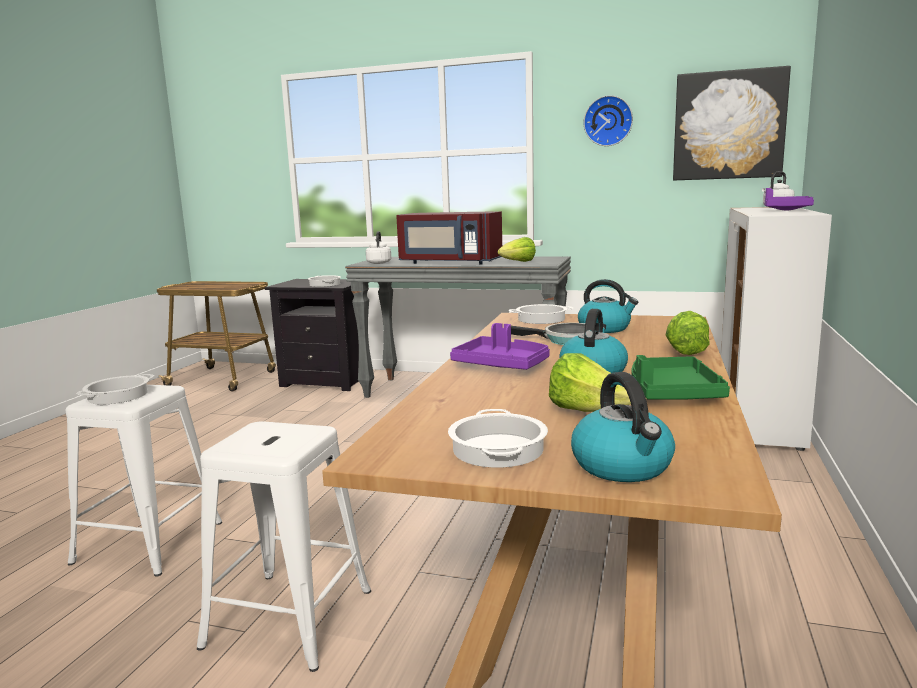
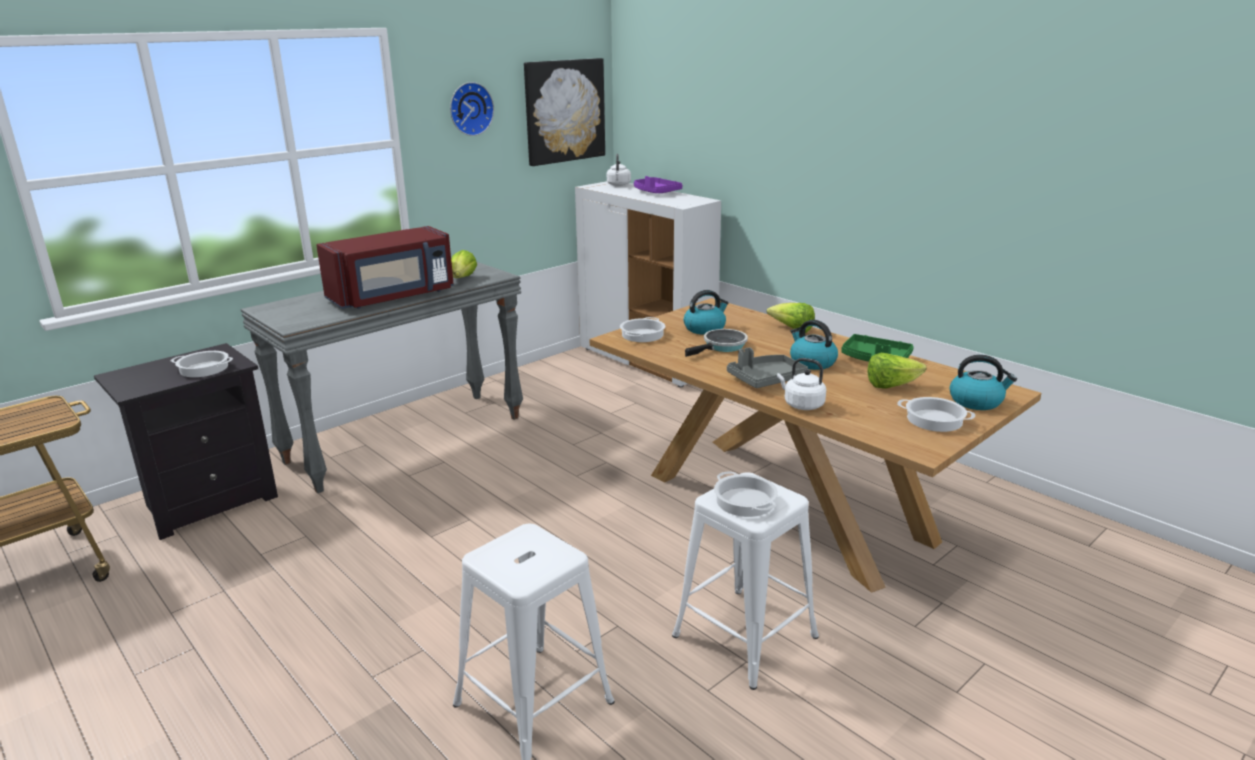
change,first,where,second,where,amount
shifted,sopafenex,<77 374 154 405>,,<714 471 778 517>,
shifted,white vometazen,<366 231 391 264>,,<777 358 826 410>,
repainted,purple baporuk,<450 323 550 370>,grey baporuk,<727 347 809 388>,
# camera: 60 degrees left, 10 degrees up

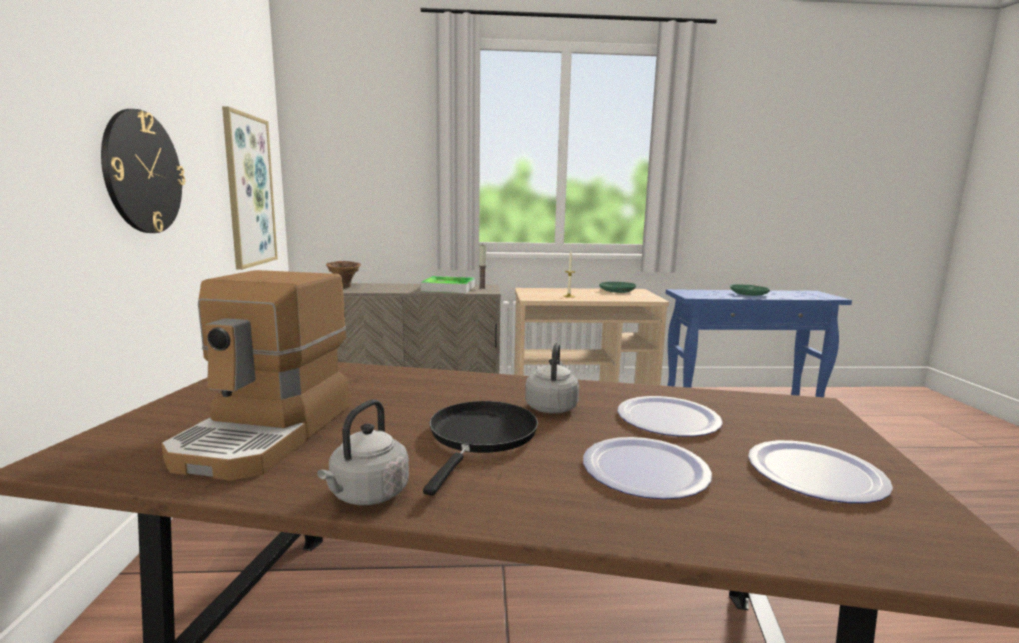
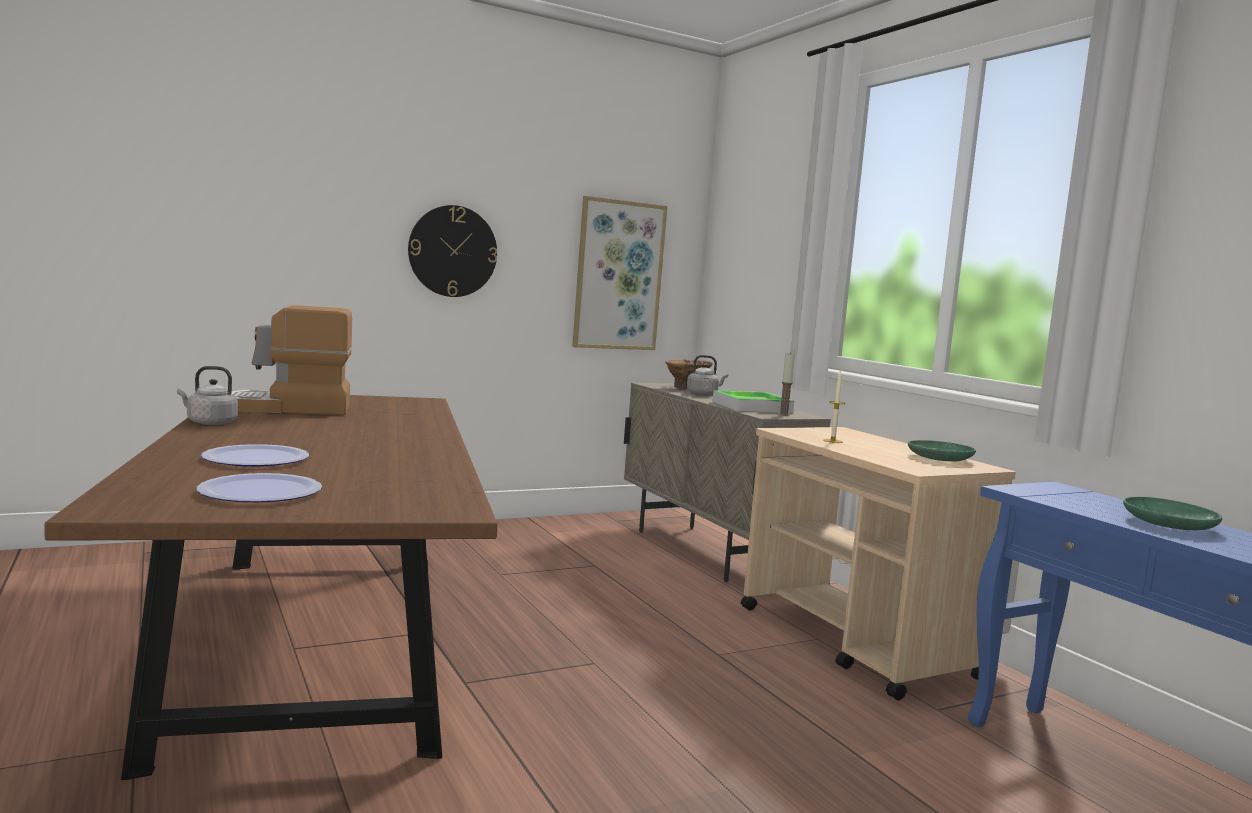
change,first,where,second,where,amount
gone,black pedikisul,<423 401 538 496>,,,
shifted,grey vometazen,<525 343 579 413>,,<687 355 728 395>,
gone,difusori,<618 396 723 437>,,,
# camera: 65 degrees right, 5 degrees down

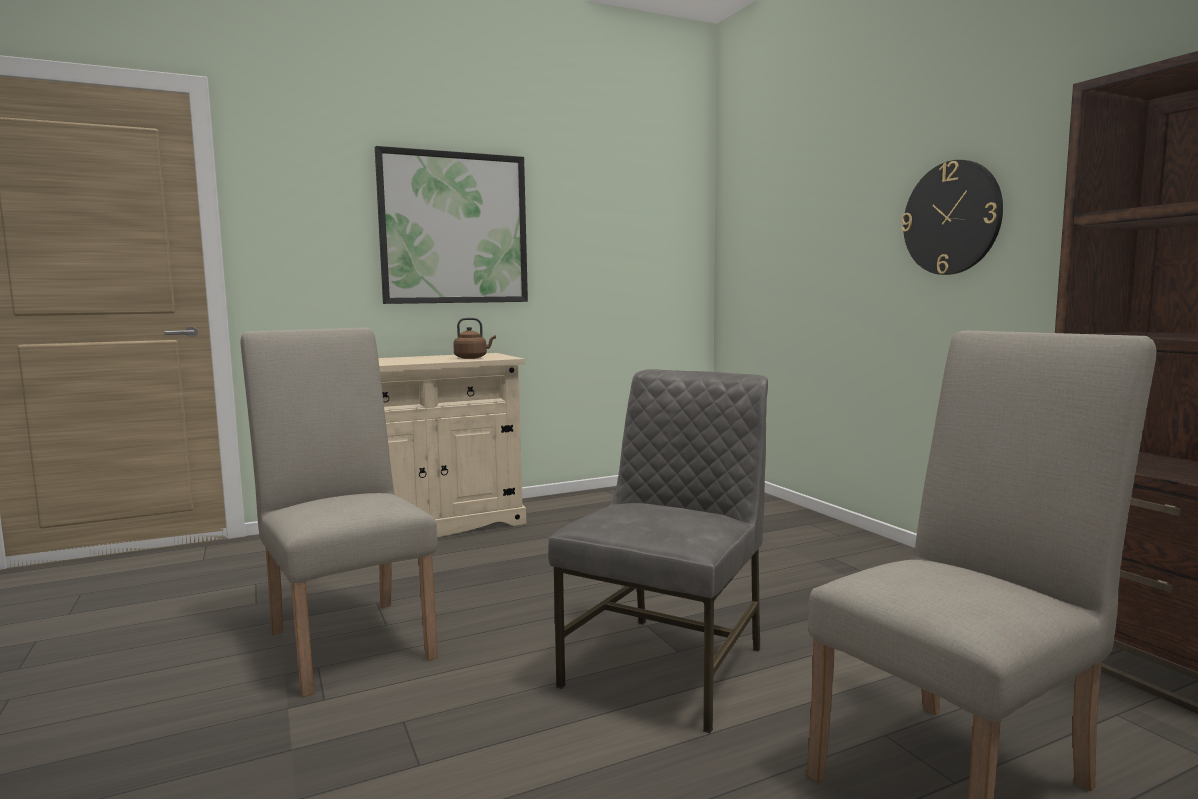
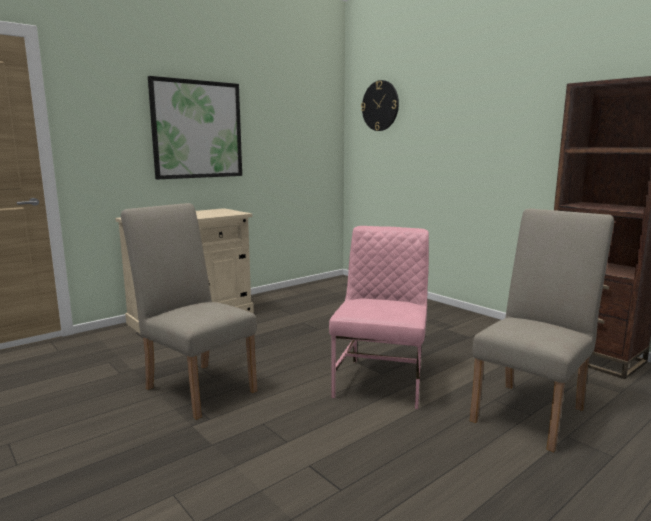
change,first,where,second,where,amount
gone,brown vometazen,<453 317 496 359>,,,
repainted,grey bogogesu,<548 369 768 733>,pink bogogesu,<329 226 429 409>,
shifted,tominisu,<901 160 1003 275>,,<361 80 399 131>,
# camera: 15 degrees left, 5 degrees up

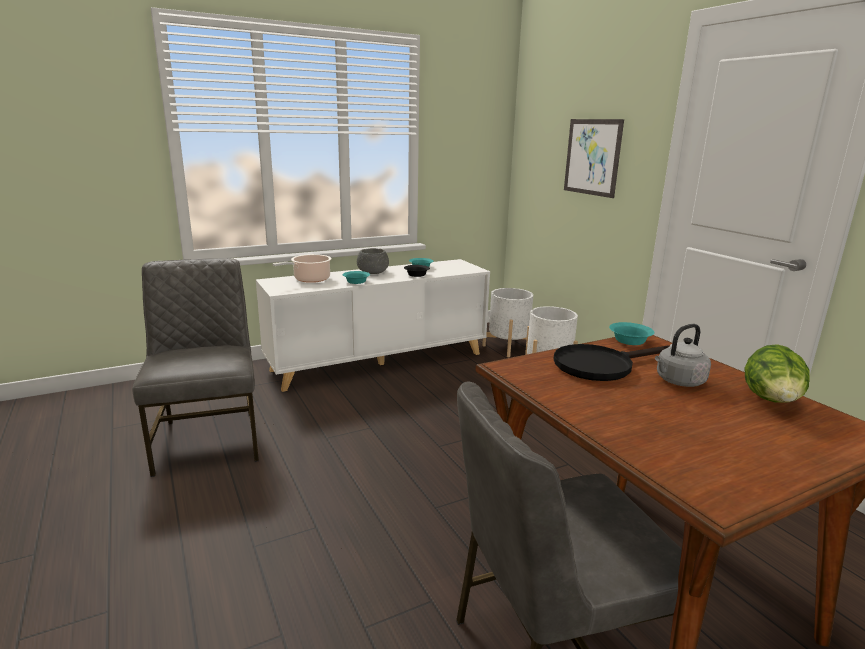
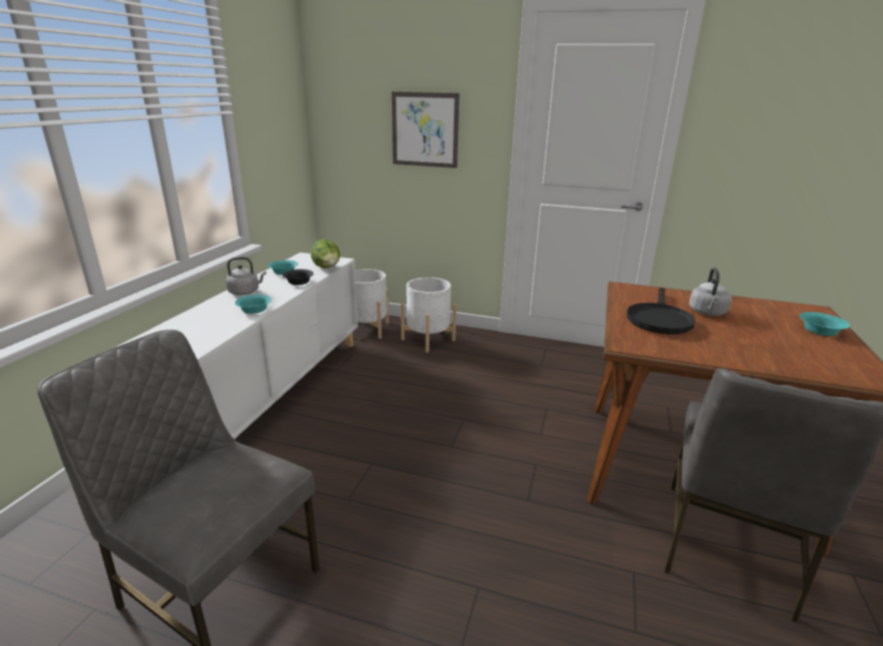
change,first,where,second,where,amount
gone,sopafenex,<272 254 331 283>,,,
swapped,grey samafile,<357 248 389 274>,grey vometazen,<226 257 266 295>,
shifted,turquoise samafile,<609 322 654 345>,,<800 312 850 336>,
shifted,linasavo,<744 344 810 403>,,<311 239 340 268>,
# camera: 45 degrees left, 5 degrees up

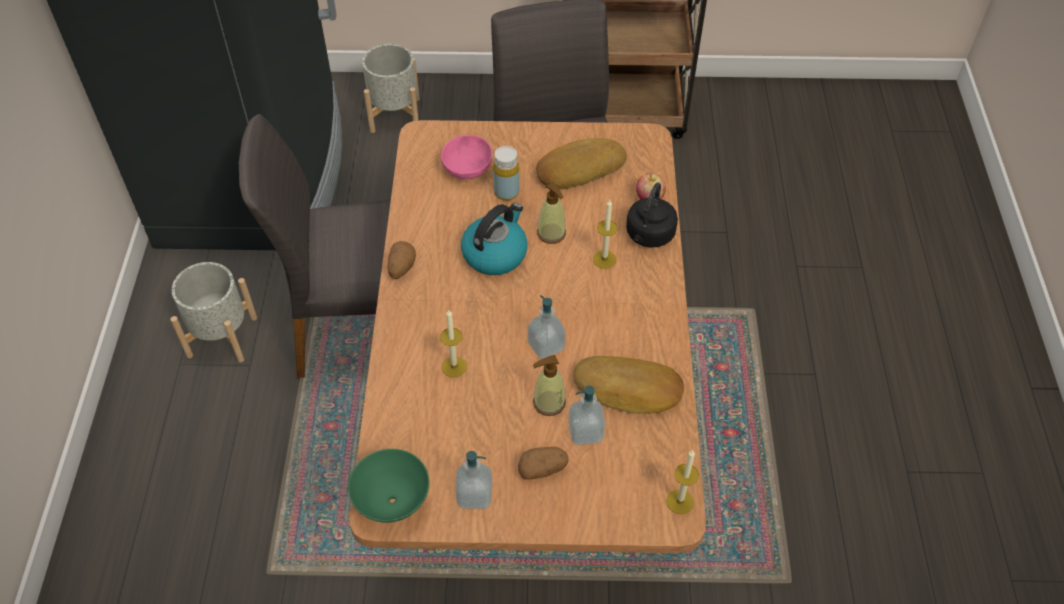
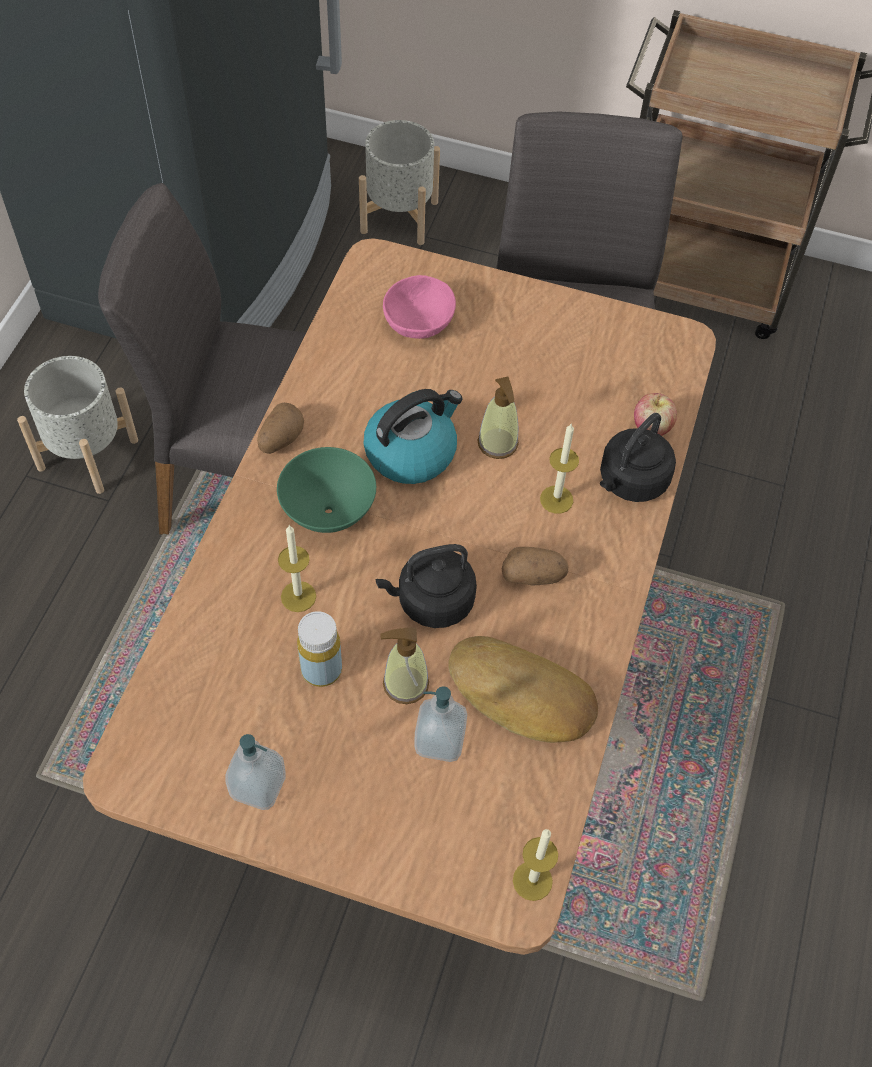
change,first,where,second,where,amount
shifted,green samafile,<348 449 429 523>,,<277 447 376 533>,
shifted,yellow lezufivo,<493 146 519 201>,,<297 611 342 687>,
shifted,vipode,<518 447 569 480>,,<502 547 568 585>,
swapped,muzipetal,<527 295 566 359>,black vometazen,<376 544 477 628>,
gone,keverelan,<536 138 627 189>,,,
# camera: 15 degrees right, 5 degrees up

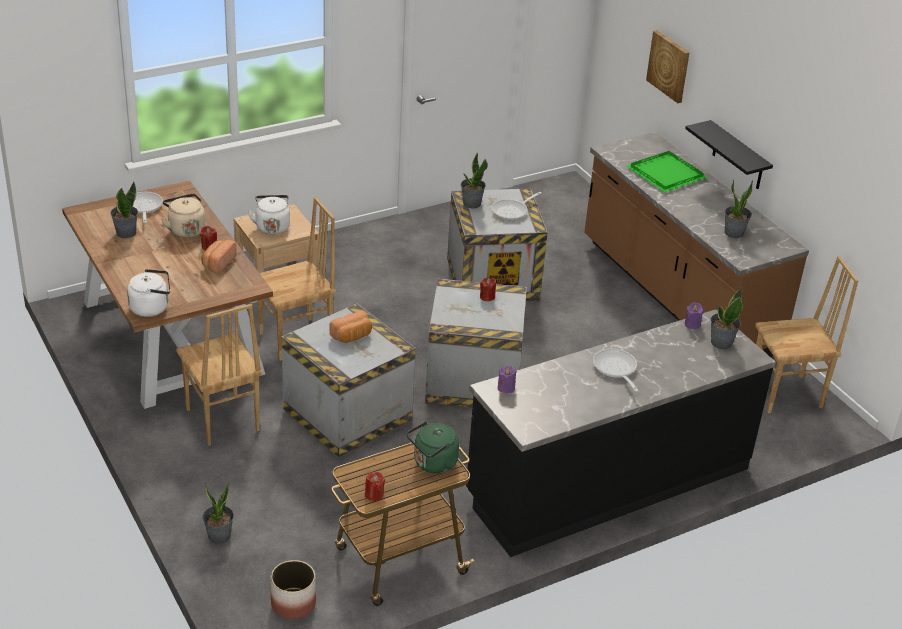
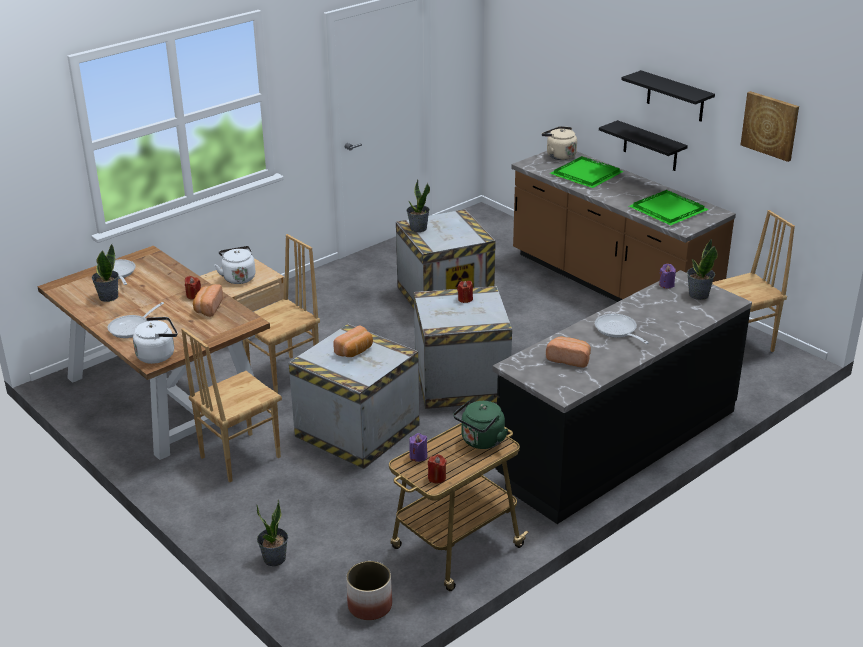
change,first,where,second,where,amount
shifted,beige vometazen,<161 193 205 238>,,<542 126 577 160>,
rotated,brown bogogesu,<176 304 262 446>,,<181 328 282 482>,90 degrees clockwise
shifted,pedikisul,<491 192 542 220>,,<108 302 164 338>,
shifted,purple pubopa,<498 366 517 393>,,<409 433 427 462>,
shifted,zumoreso,<646 30 689 103>,,<741 91 799 162>,
swapped,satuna,<725 180 753 238>,green baporuk,<629 190 709 225>,
new,,,keverelan,<546 336 591 367>,
new,,,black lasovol,<621 70 715 122>,
# camera: 10 degrees left, 5 degrees down

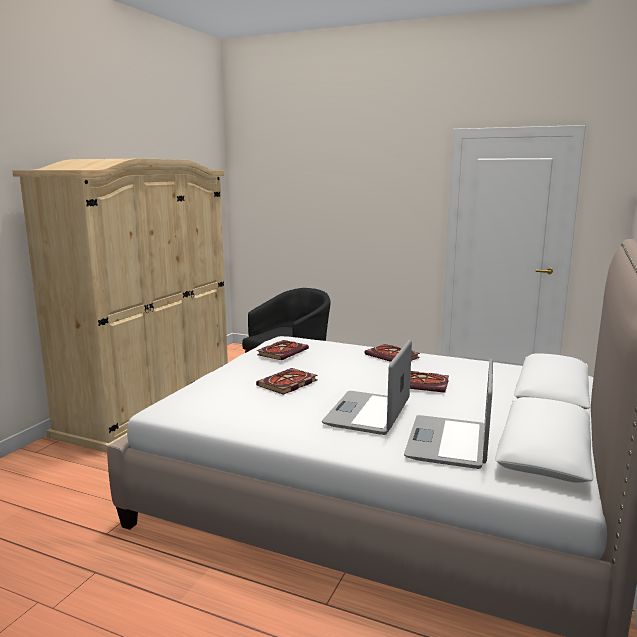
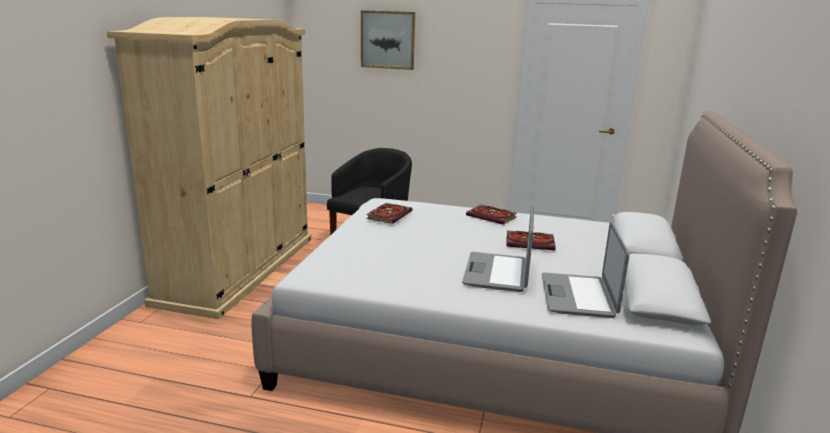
change,first,where,second,where,amount
gone,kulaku,<256 368 318 395>,,,
new,,,zumoreso,<361 10 415 70>,
# camera: 10 degrees left, 5 degrees up

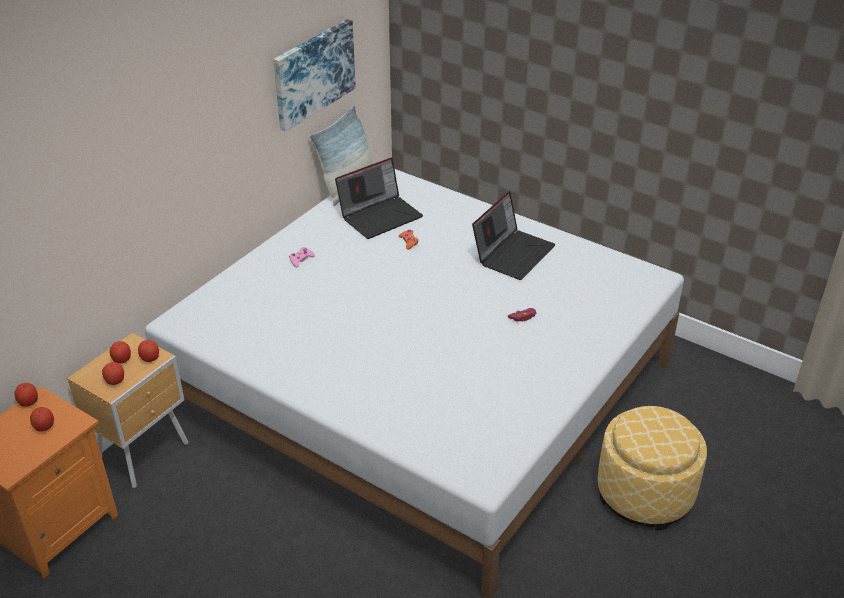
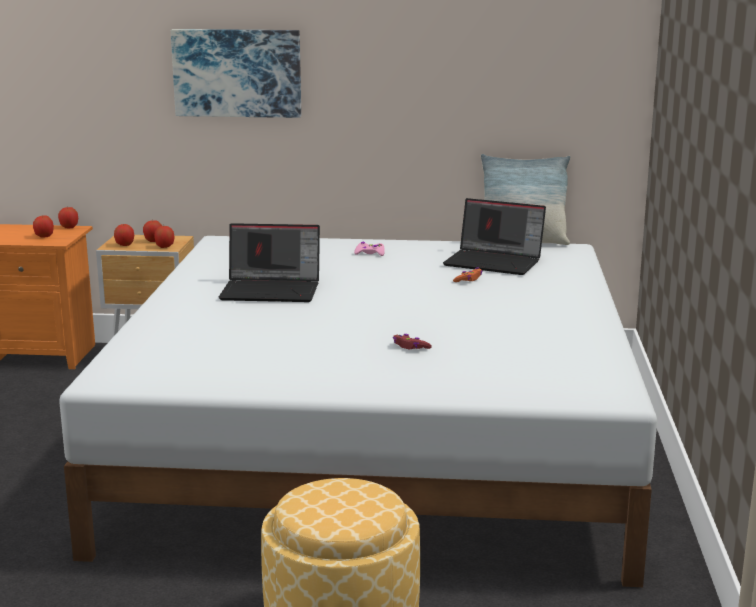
change,first,where,second,where,amount
shifted,zumoreso,<273 19 356 131>,,<171 29 301 118>,
shifted,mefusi,<472 191 556 280>,,<218 223 320 302>,
# camera: 60 degrees right, 20 degrees down

